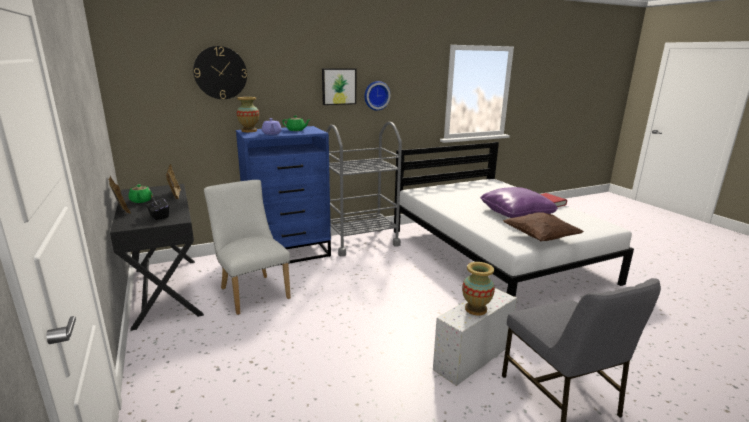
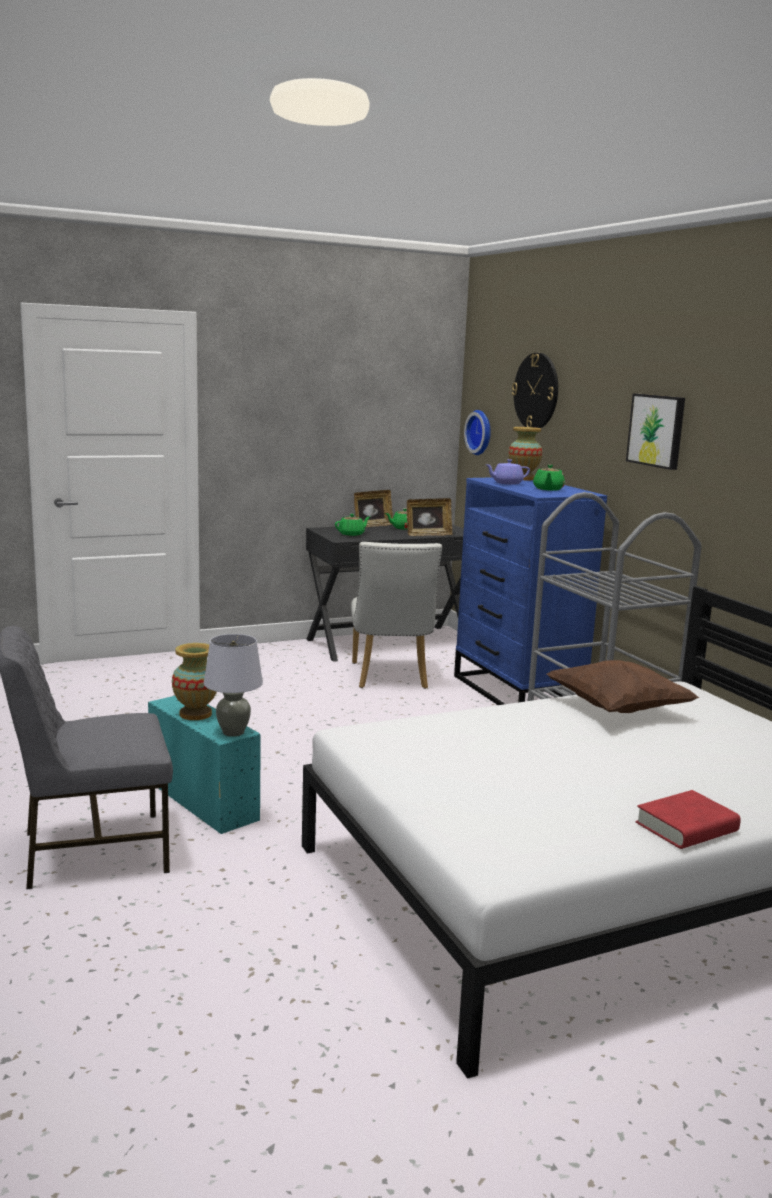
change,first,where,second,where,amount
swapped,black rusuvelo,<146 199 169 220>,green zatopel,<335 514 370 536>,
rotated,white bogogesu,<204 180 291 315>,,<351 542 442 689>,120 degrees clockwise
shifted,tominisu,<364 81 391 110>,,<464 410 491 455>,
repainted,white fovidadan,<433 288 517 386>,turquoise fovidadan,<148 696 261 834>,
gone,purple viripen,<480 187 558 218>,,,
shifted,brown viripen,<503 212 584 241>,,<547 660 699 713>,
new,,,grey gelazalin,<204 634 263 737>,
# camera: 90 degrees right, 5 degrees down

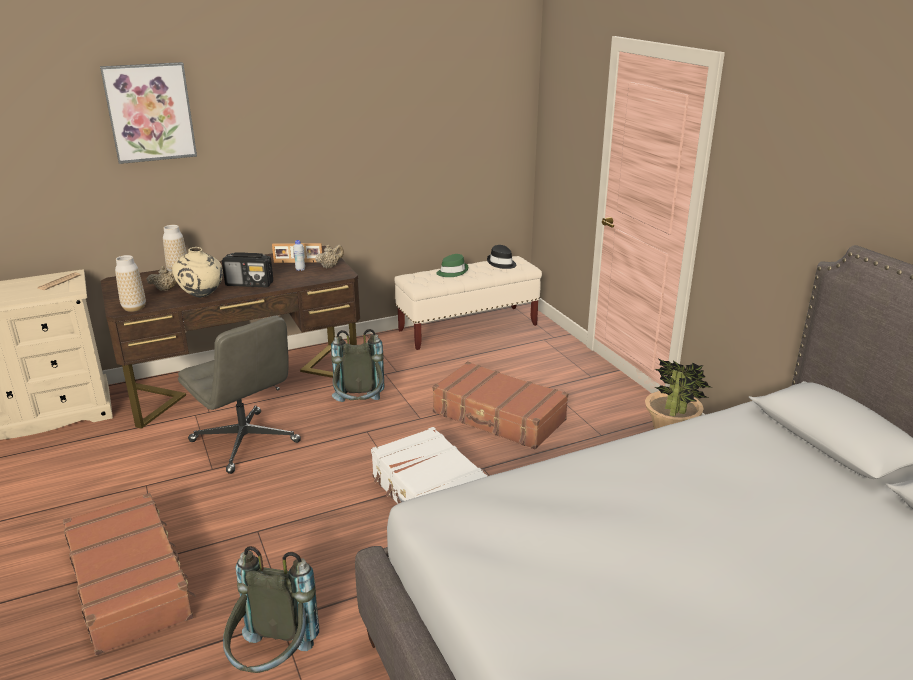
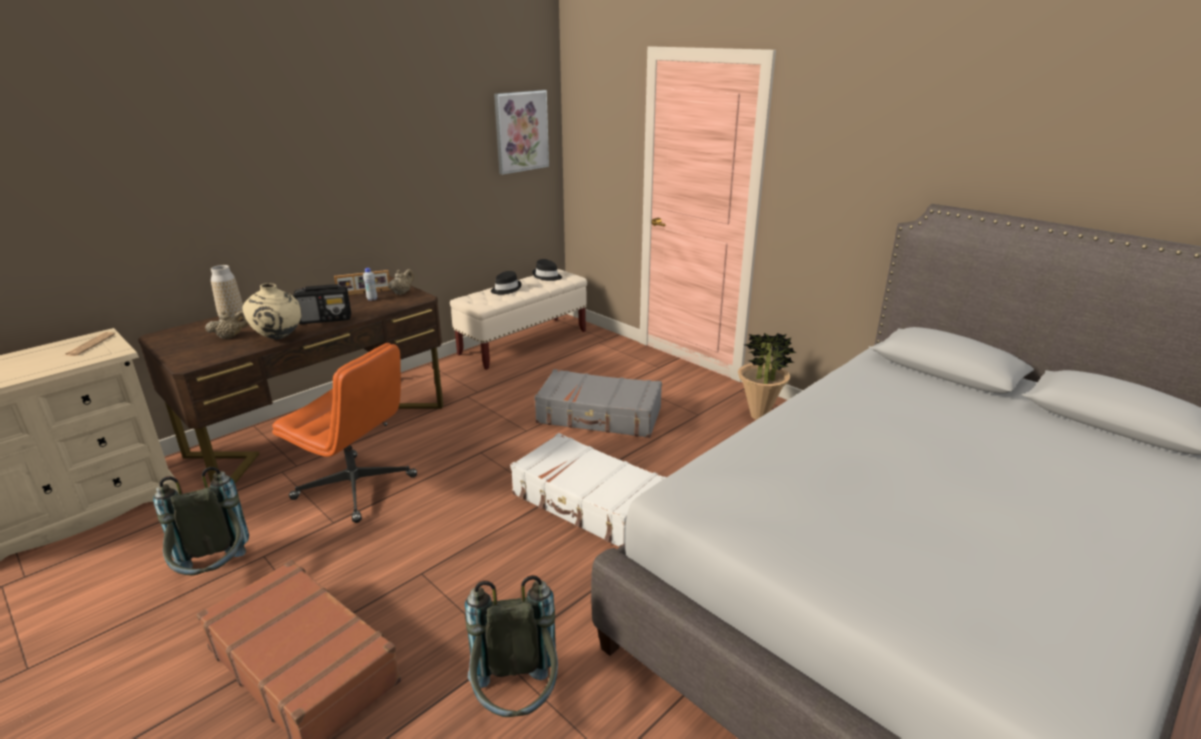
change,first,where,second,where,amount
shifted,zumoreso,<100 62 197 164>,,<494 90 549 175>,
gone,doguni,<115 255 146 312>,,,
repainted,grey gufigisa,<178 315 301 474>,orange gufigisa,<272 343 417 523>,
shifted,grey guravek,<331 329 385 402>,,<153 467 249 575>,
repainted,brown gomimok,<432 361 568 450>,grey gomimok,<534 369 662 438>,
repainted,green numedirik,<436 254 468 277>,black numedirik,<491 271 522 294>,
# camera: 20 degrees left, 0 degrees up

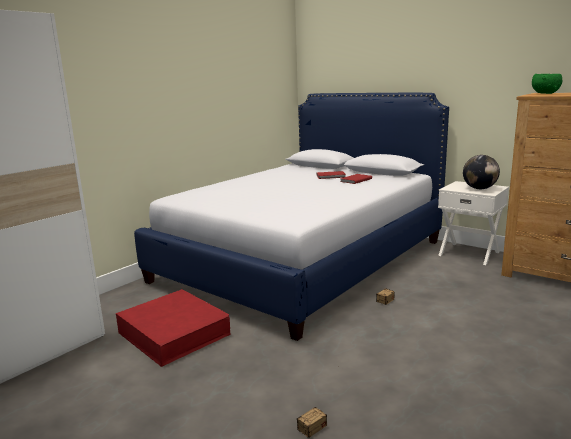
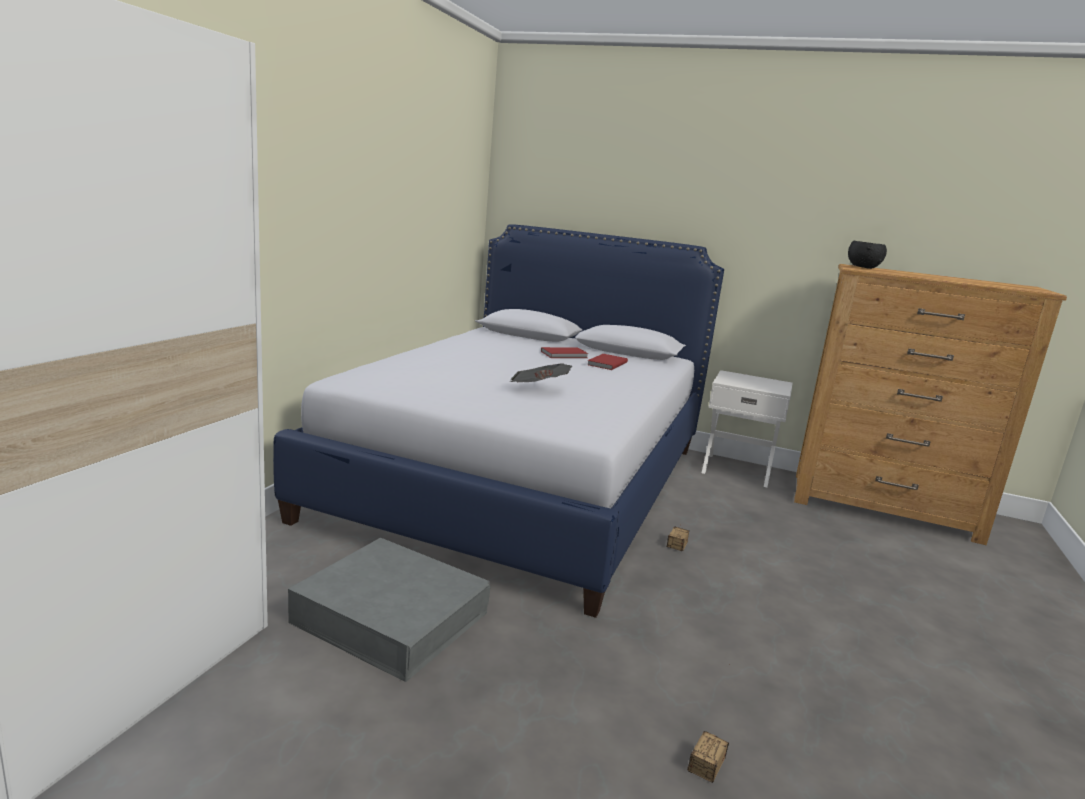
change,first,where,second,where,amount
repainted,red fovidadan,<116 289 231 367>,grey fovidadan,<288 538 490 682>,
gone,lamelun,<463 155 500 189>,,,
repainted,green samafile,<532 74 562 94>,black samafile,<848 240 887 269>,
new,,,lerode,<510 363 573 382>,
# camera: 20 degrees left, 0 degrees up

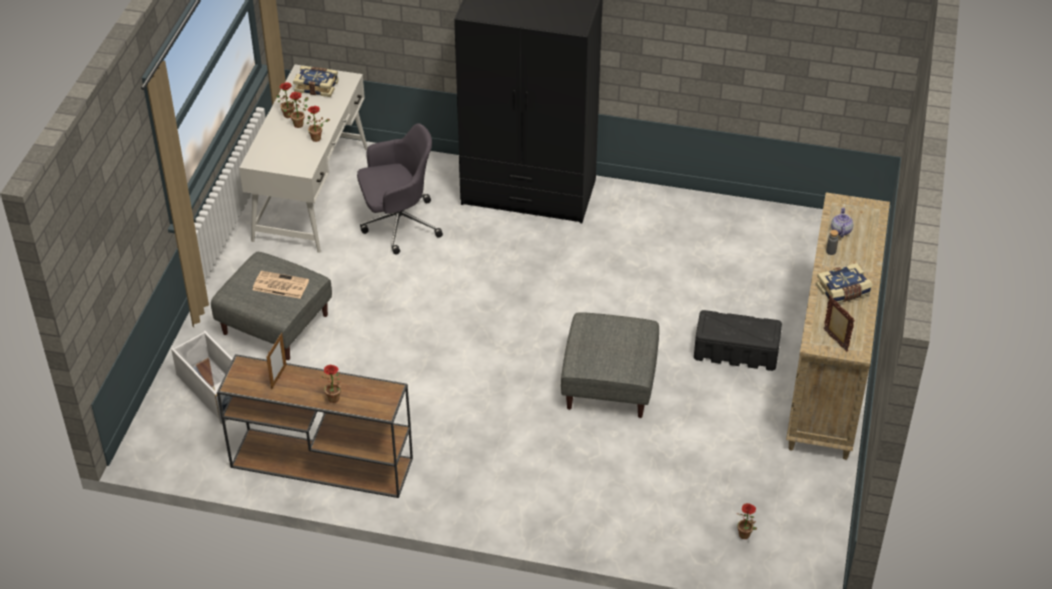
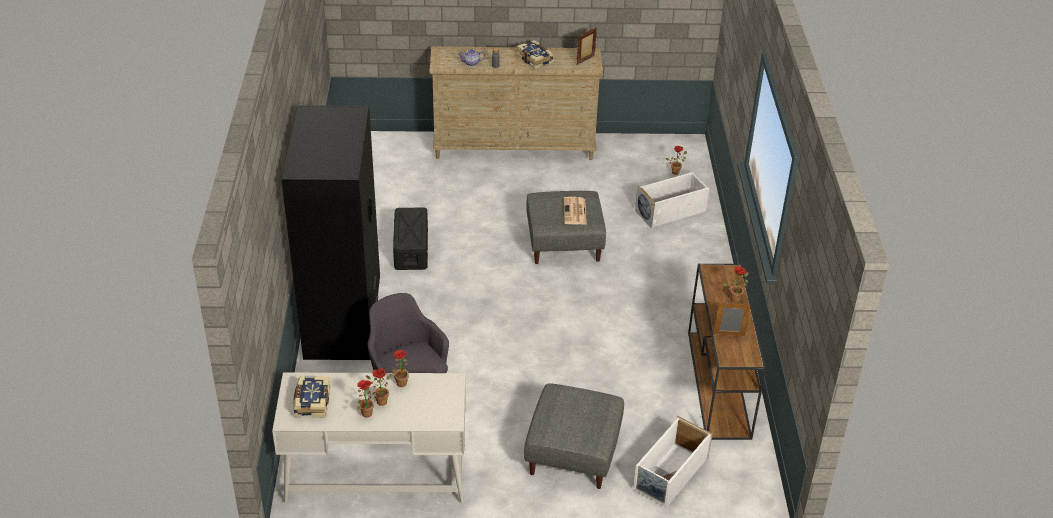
change,first,where,second,where,amount
shifted,lerode,<253 271 309 299>,,<564 197 587 225>,
shifted,black fovidadan,<694 310 782 371>,,<393 208 428 270>,
new,,,white fovidadan,<635 172 709 229>,
# camera: 105 degrees left, 5 degrees down

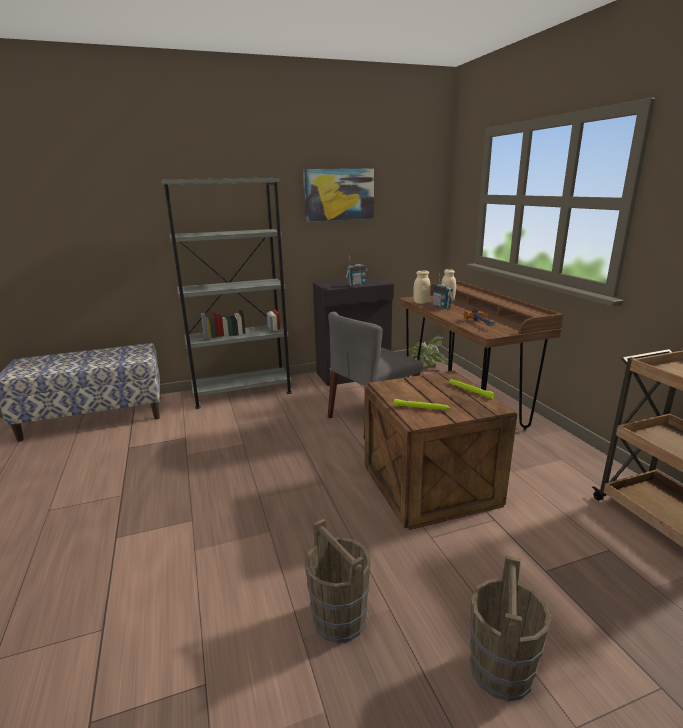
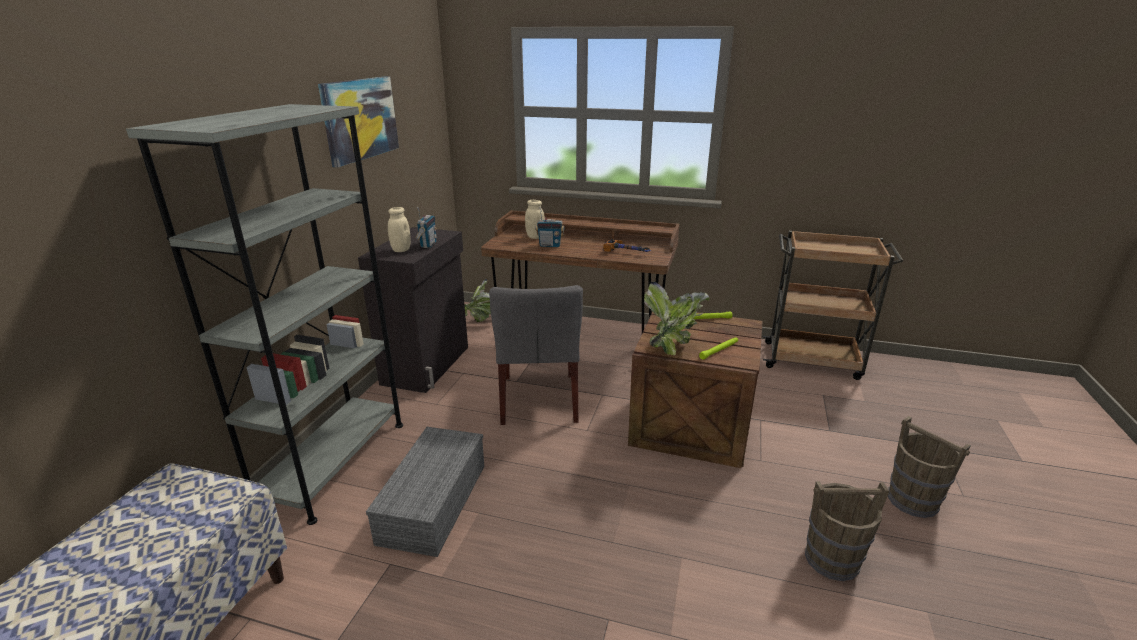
change,first,where,second,where,amount
shifted,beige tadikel,<413 271 431 304>,,<388 207 411 252>,
new,,,grey fovidadan,<366 427 484 557>,
new,,,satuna,<644 281 710 355>,
# camera: 55 degrees left, 5 degrees up

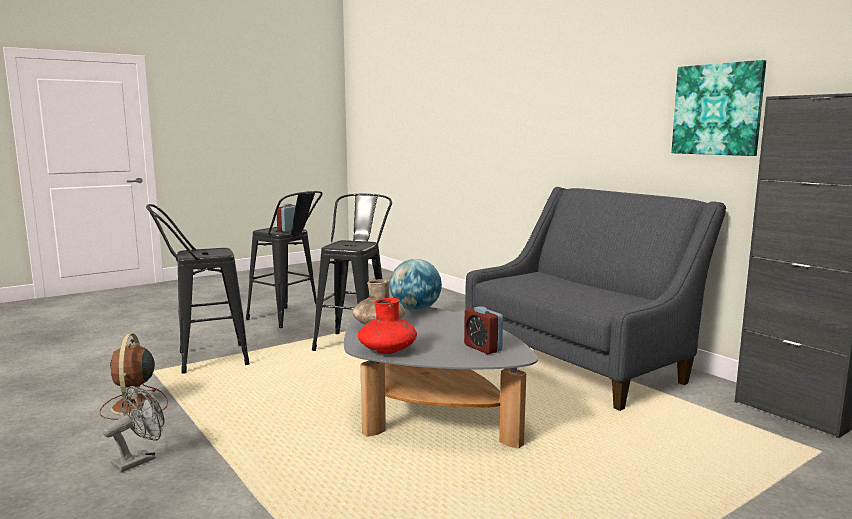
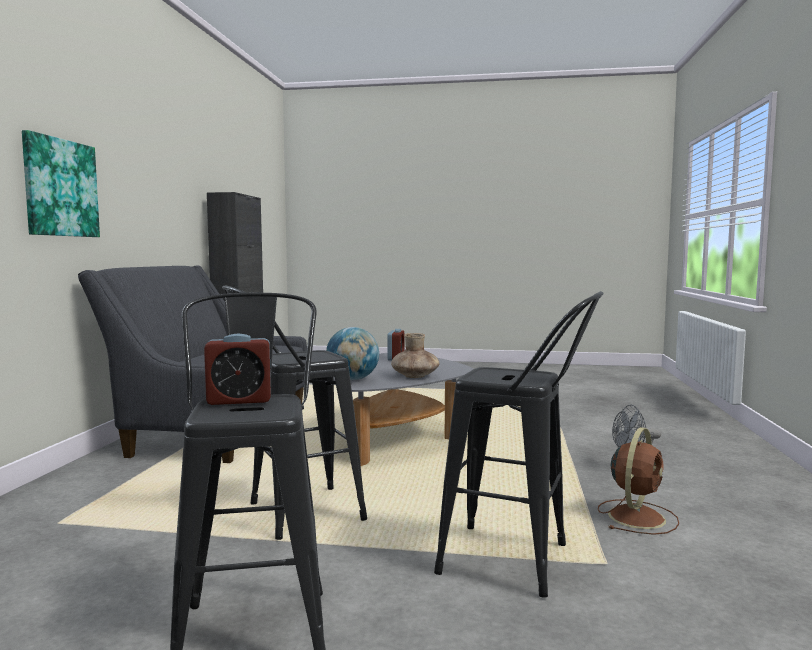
change,first,where,second,where,amount
gone,red doguni,<358 298 417 354>,,,
shifted,zumoreso,<671 60 766 156>,,<22 130 100 237>,
# camera: 135 degrees left, 5 degrees down

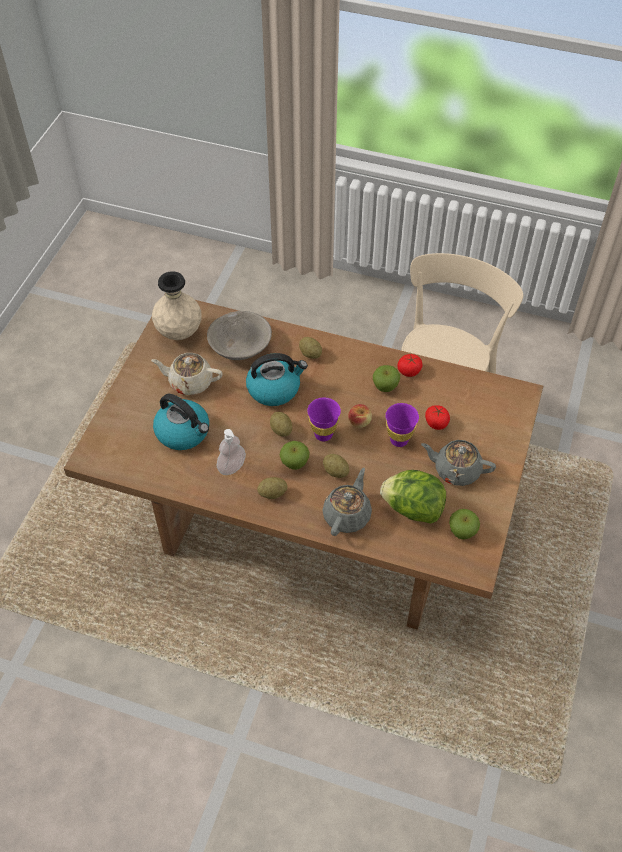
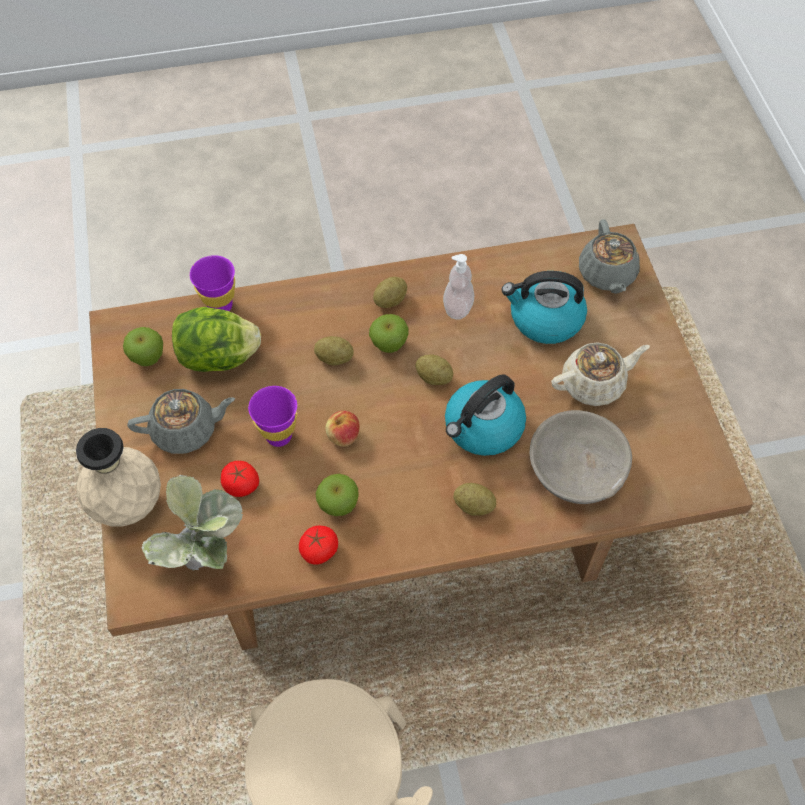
change,first,where,second,where,amount
shifted,beige doguni,<152 271 201 340>,,<76 428 161 527>,
shifted,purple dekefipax,<307 398 341 441>,,<189 255 235 311>,
shifted,grey zatopel,<322 468 372 536>,,<579 219 640 294>,
new,,,satuna,<141 475 243 571>,
# camera: 150 degrees right, 5 degrees up

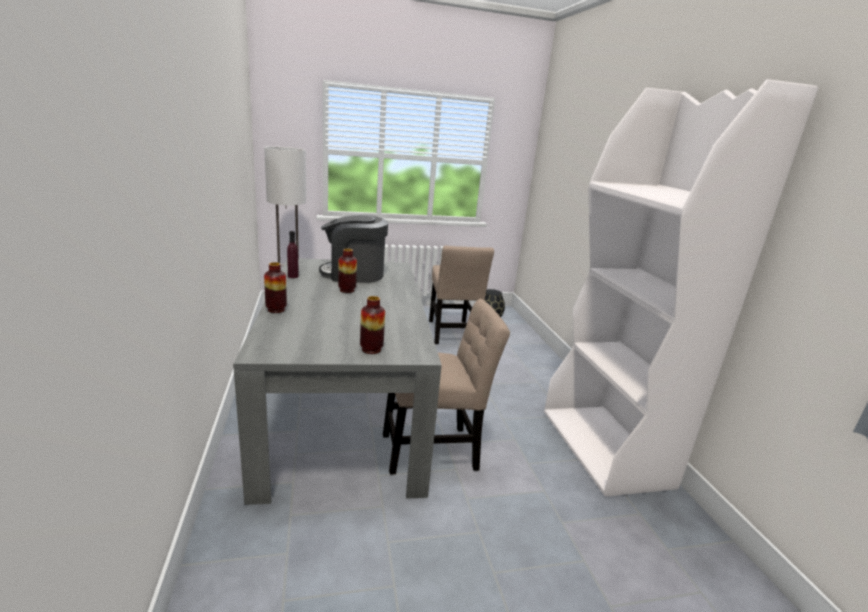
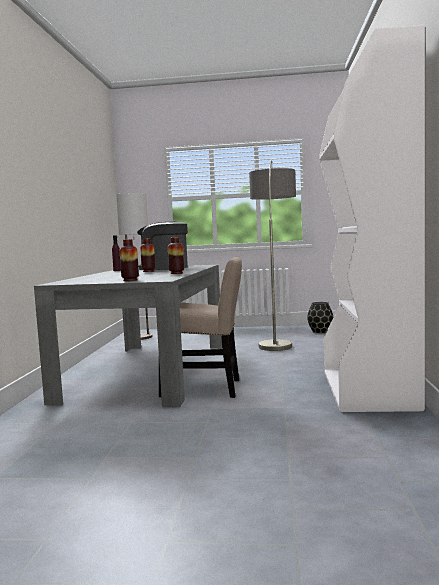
change,first,where,second,where,amount
shifted,doguni,<264 262 287 313>,,<168 237 184 274>,
swapped,beige bogogesu,<429 246 494 344>,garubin,<249 160 296 351>,
# camera: 20 degrees right, 15 degrees down

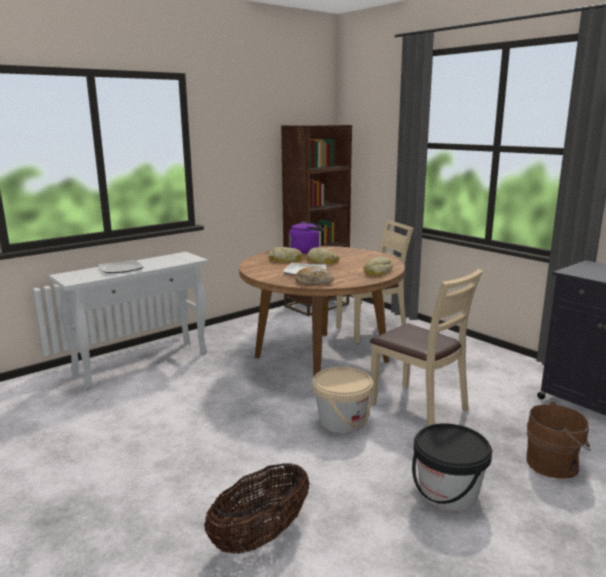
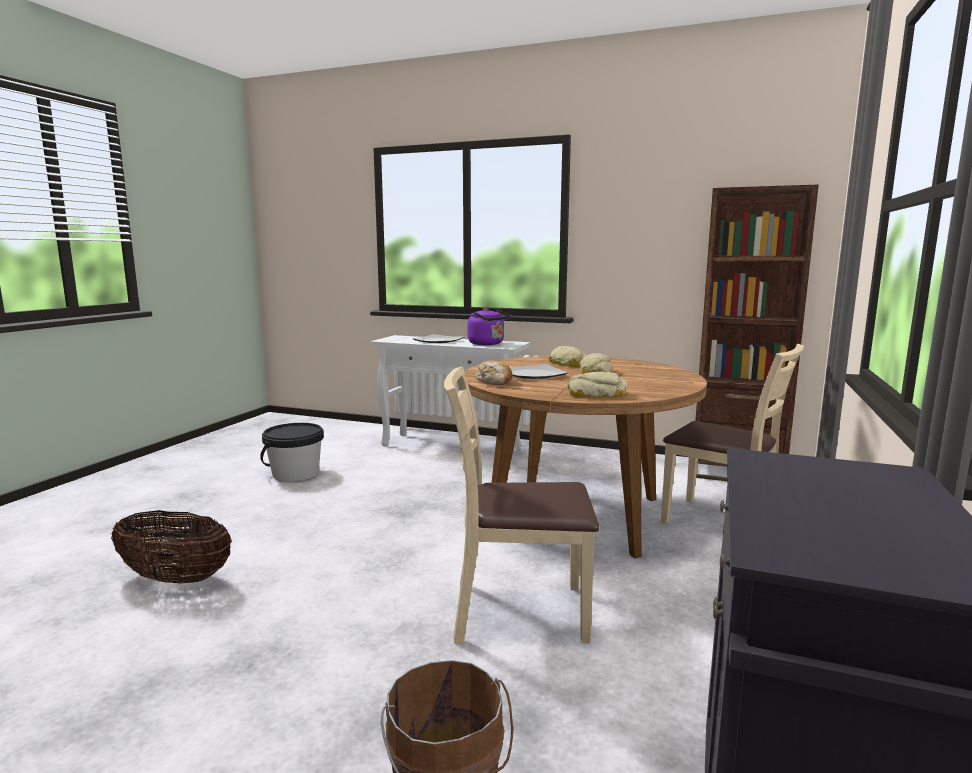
change,first,where,second,where,amount
shifted,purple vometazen,<289 221 324 253>,,<468 308 511 345>,
gone,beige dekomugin,<312 367 373 433>,,,
rotated,beige bogogesu,<370 269 483 426>,,<444 366 600 644>,75 degrees clockwise
shifted,black dekomugin,<412 423 492 511>,,<260 423 324 482>,
# camera: 60 degrees right, 5 degrees down

